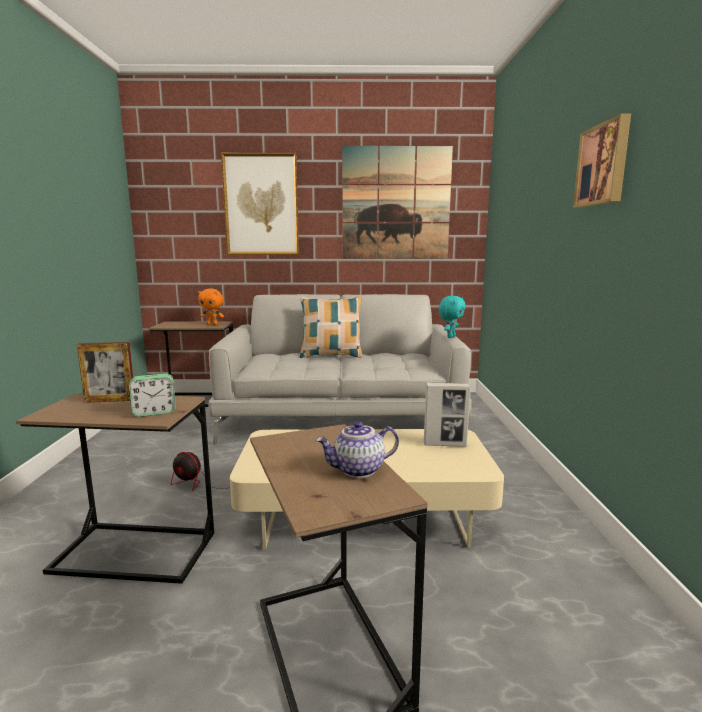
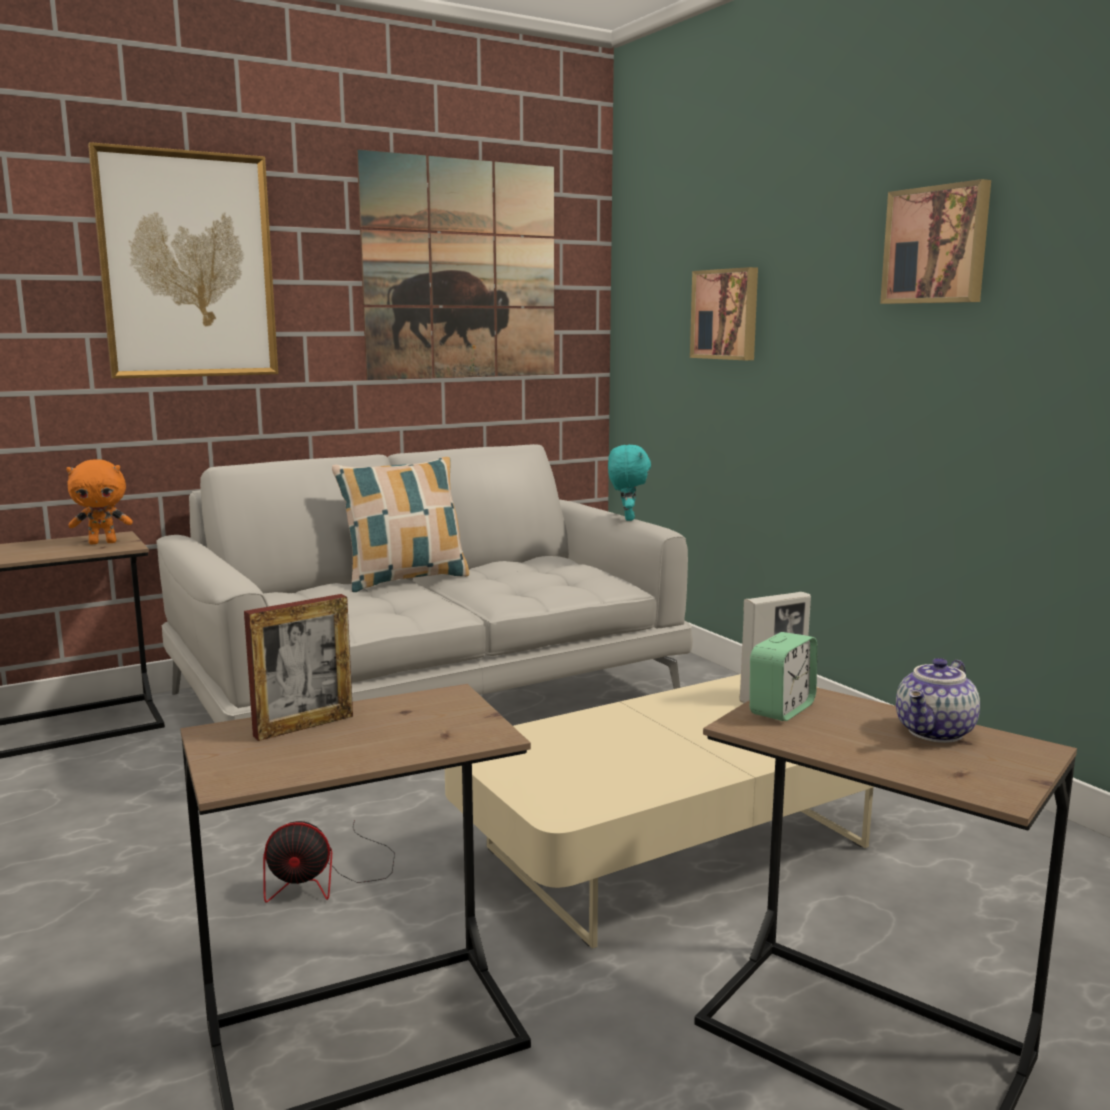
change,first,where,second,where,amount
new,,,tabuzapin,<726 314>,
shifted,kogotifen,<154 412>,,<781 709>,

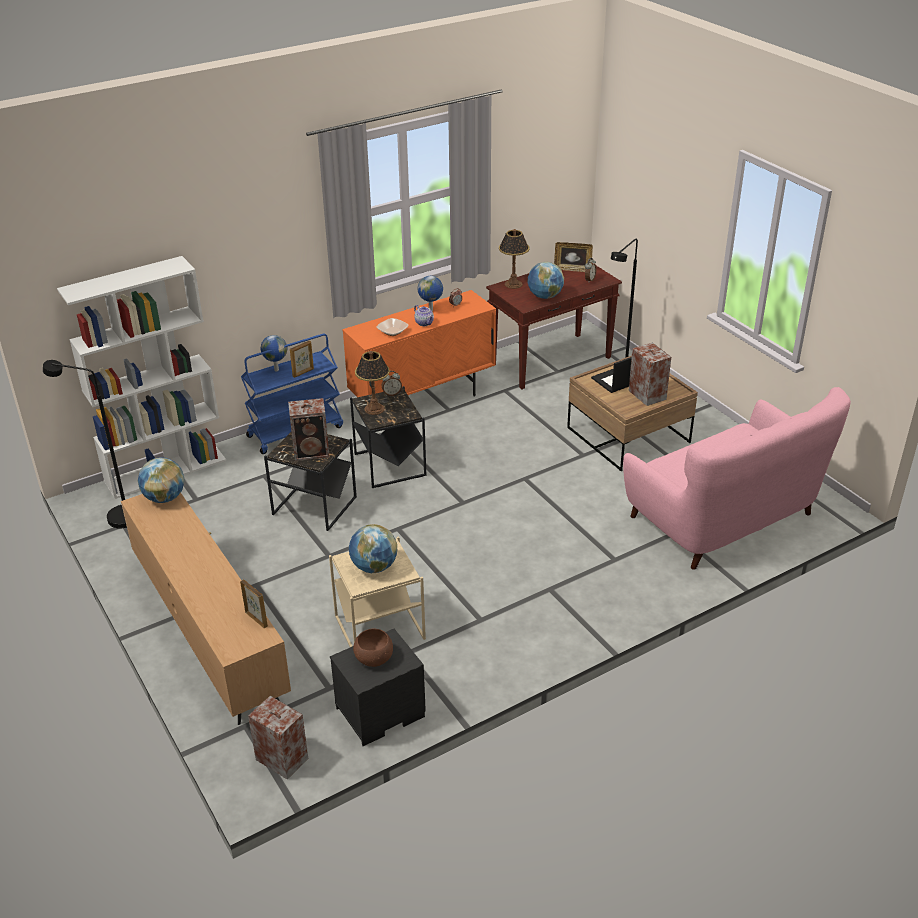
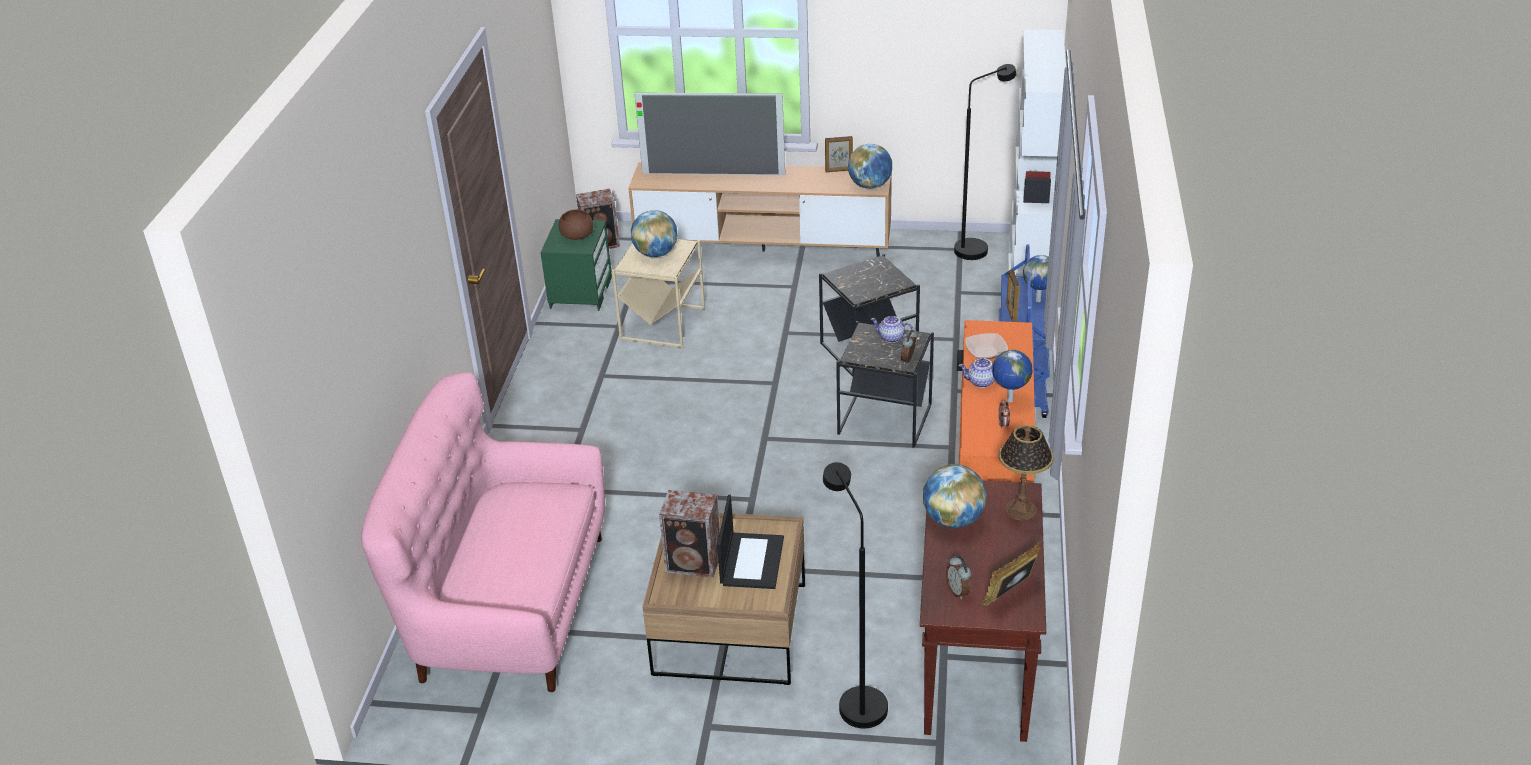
change,first,where,second,where,amount
gone,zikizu,<312 451>,,,
new,,,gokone,<713 174>,
shifted,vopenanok,<256 619>,,<839 170>,
swapped,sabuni,<374 409>,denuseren,<891 338>,
repainted,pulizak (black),<380 714>,pulizak (green),<580 292>,

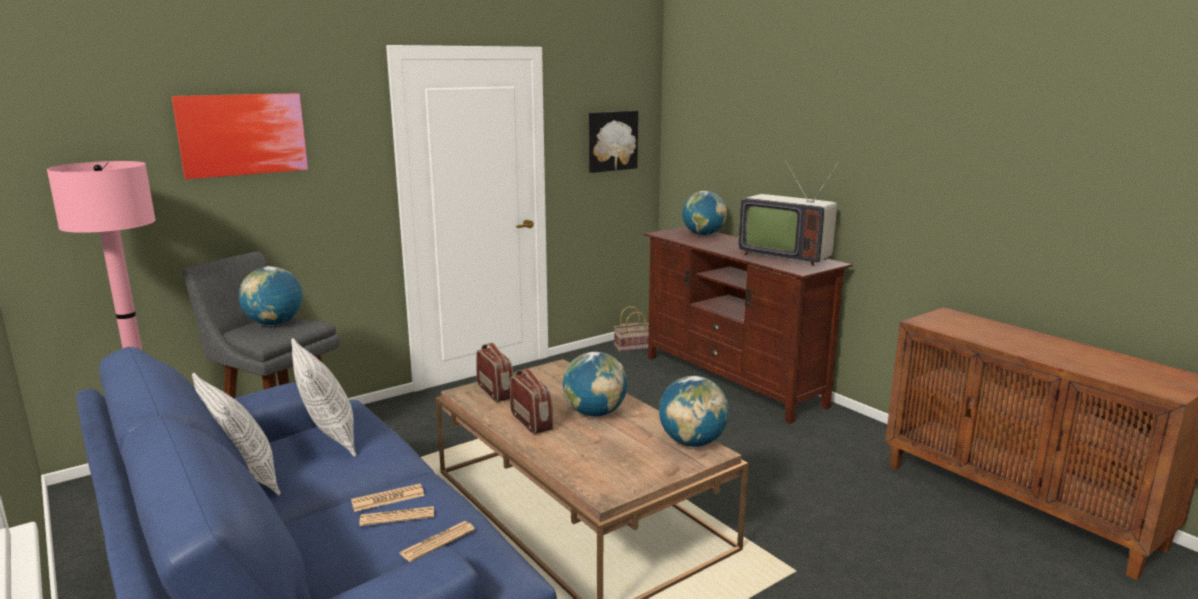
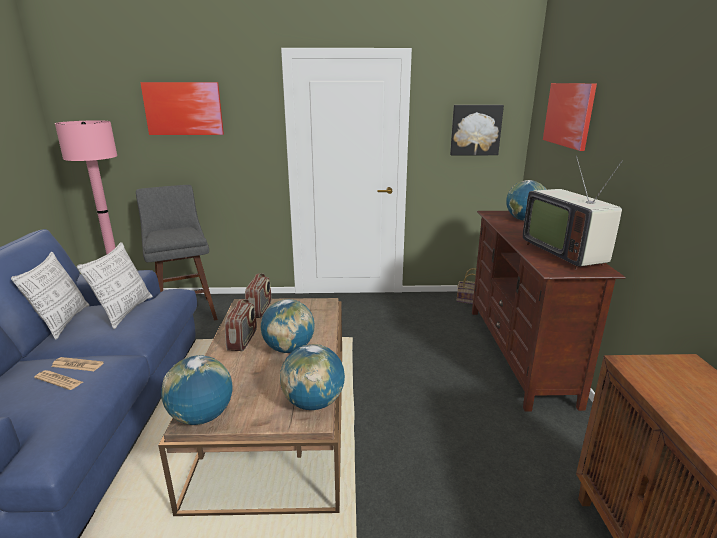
change,first,where,second,where,amount
gone,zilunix,<437 542>,,,
new,,,tabuzapin,<569 114>,
shifted,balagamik,<274 324>,,<202 417>,

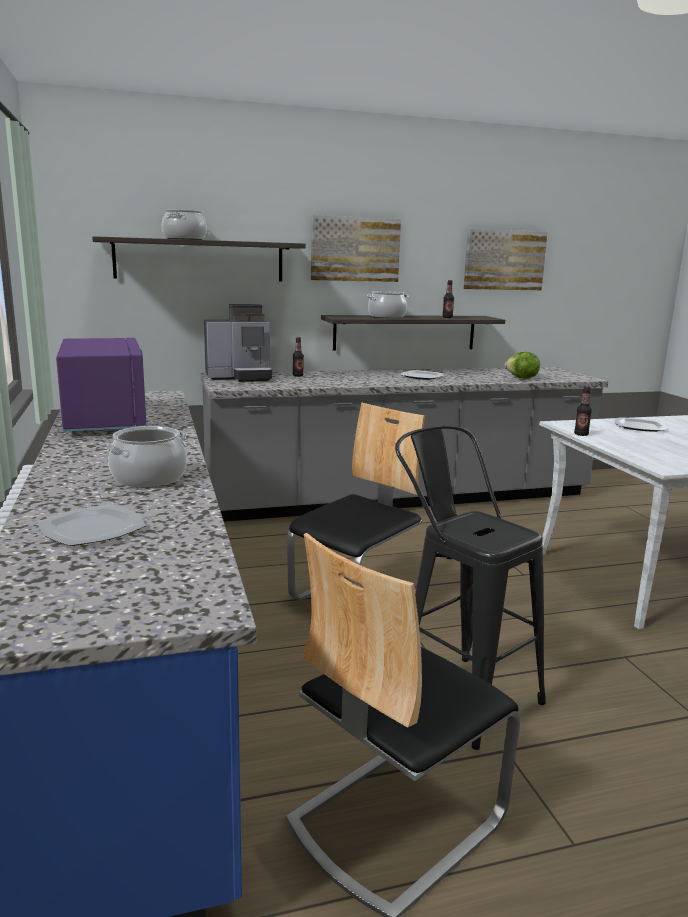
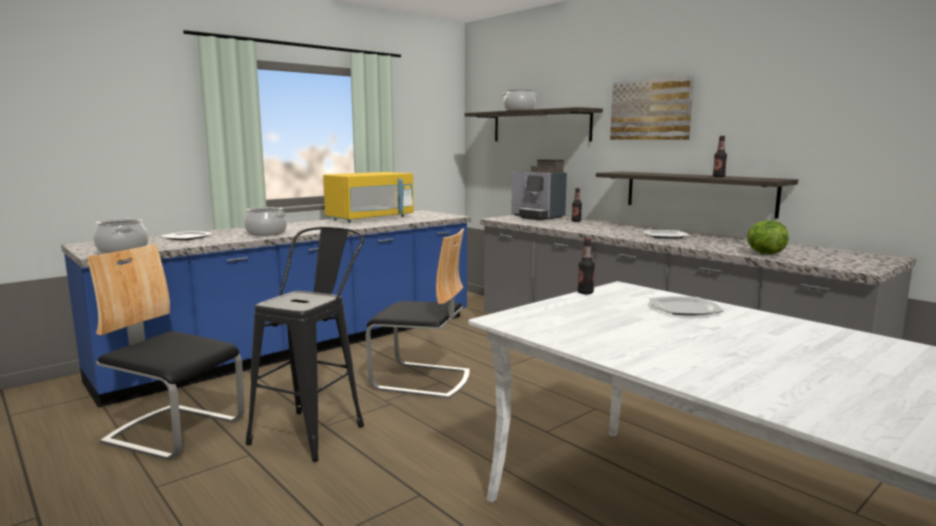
change,first,where,second,where,amount
gone,tabuzapin,<504 260>,,,
shifted,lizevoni,<387 316>,,<123 250>,
repainted,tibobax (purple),<105 420>,tibobax (yellow),<370 219>,

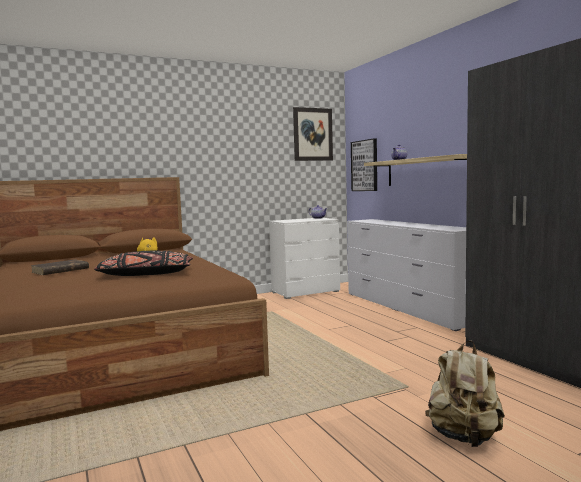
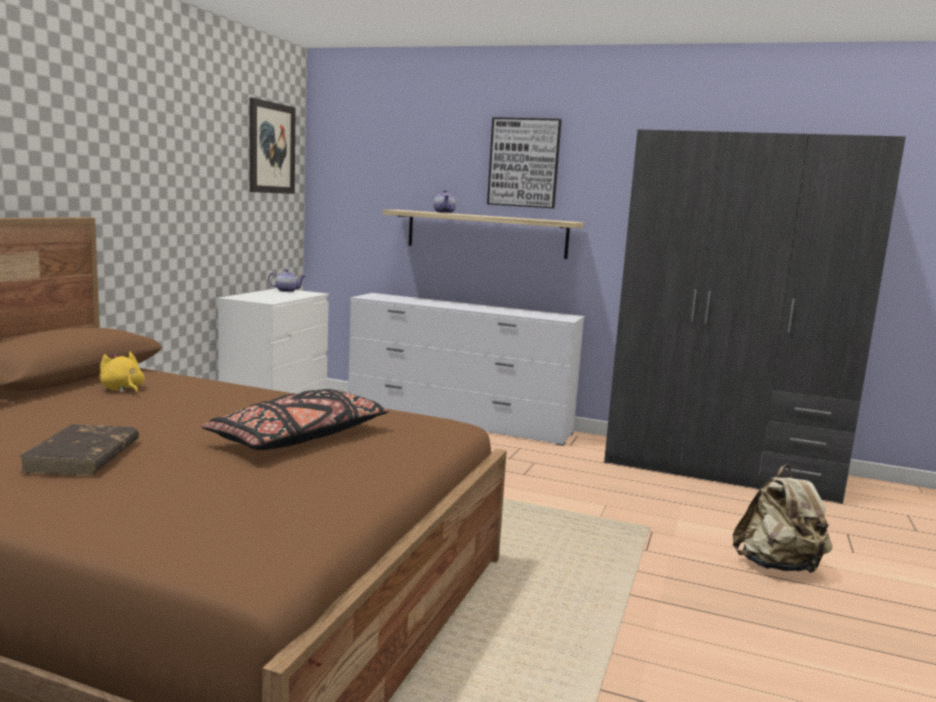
change,first,where,second,where,amount
shifted,tabuzapin,<365 165>,,<524 163>,

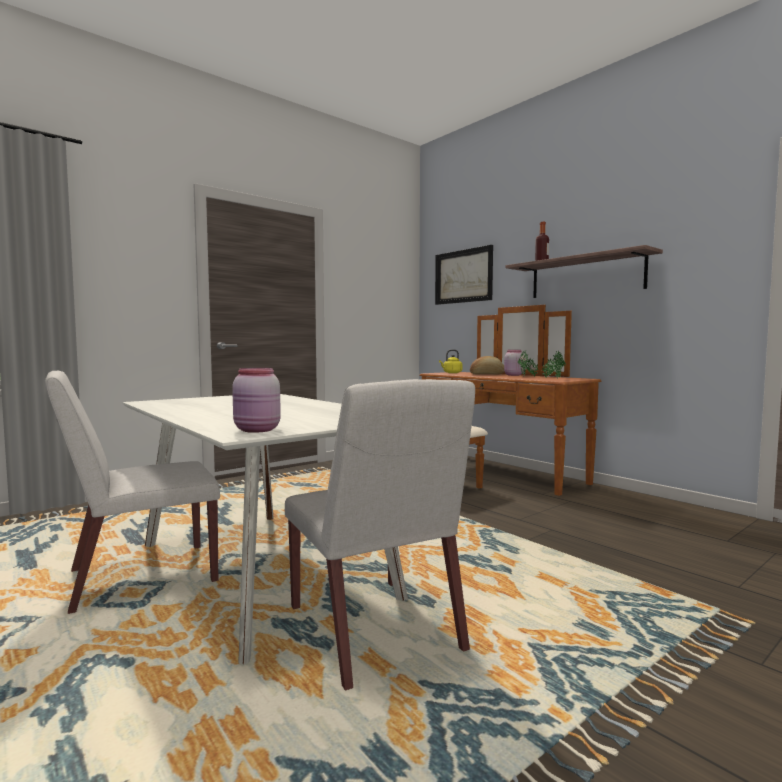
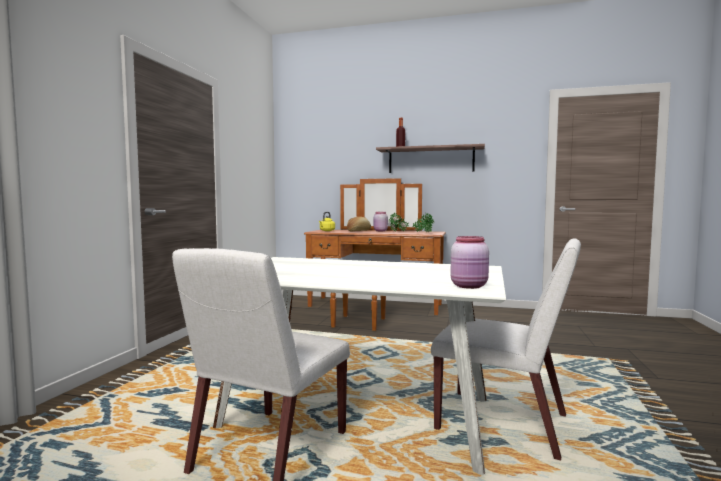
change,first,where,second,where,amount
gone,tabuzapin,<463 276>,,,

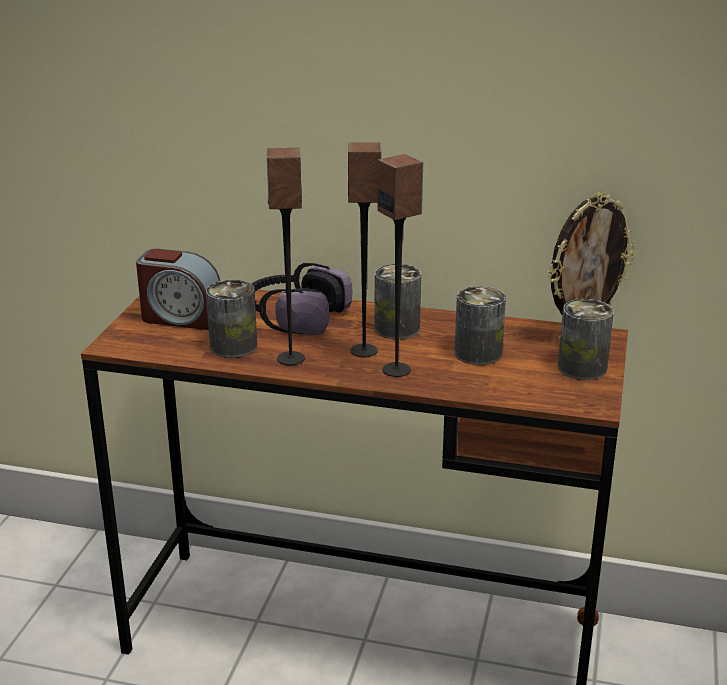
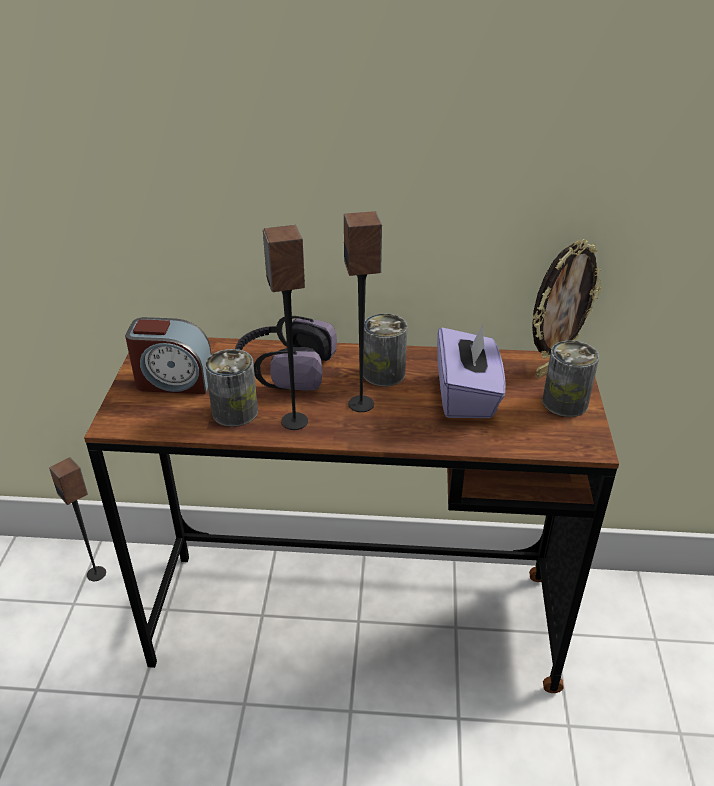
change,first,where,second,where,amount
shifted,zikizu,<397 370>,,<97 573>,
swapped,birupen,<478 353>,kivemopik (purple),<466 395>,

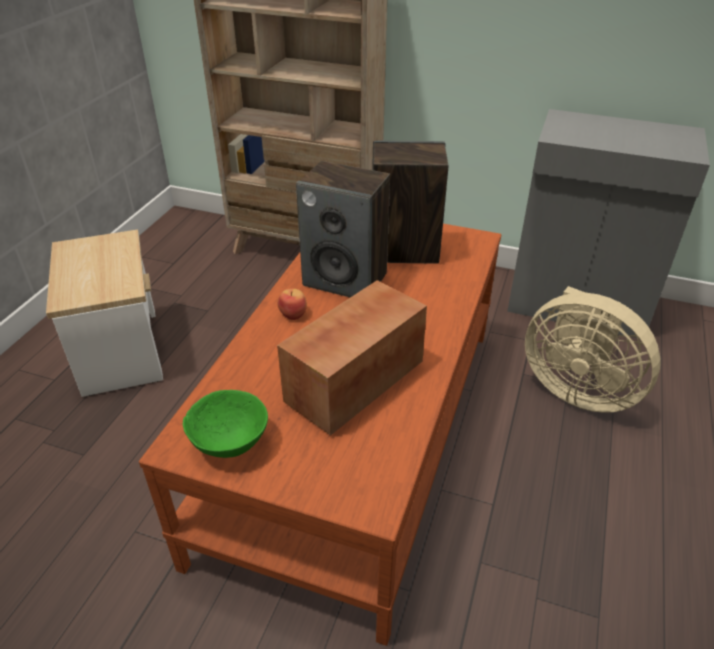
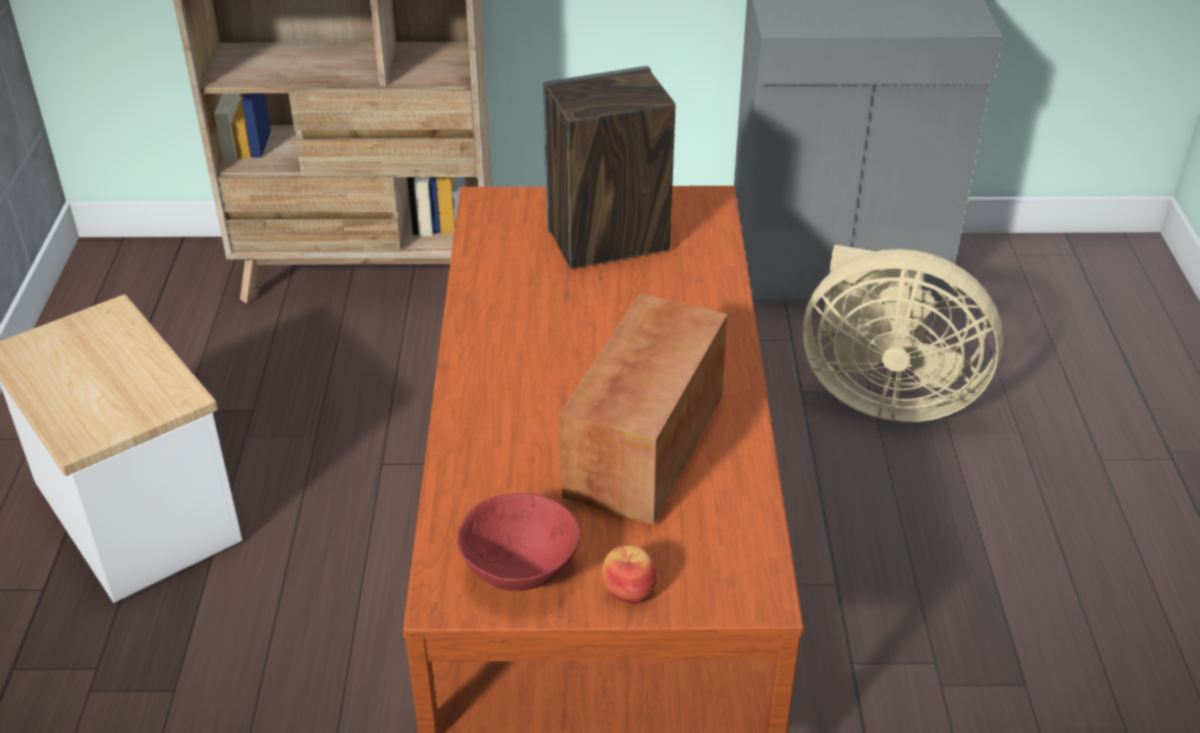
change,first,where,second,where,amount
gone,zikizu,<346 279>,,,
shifted,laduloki,<293 314>,,<629 590>,
repainted,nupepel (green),<231 442>,nupepel (red),<521 570>,

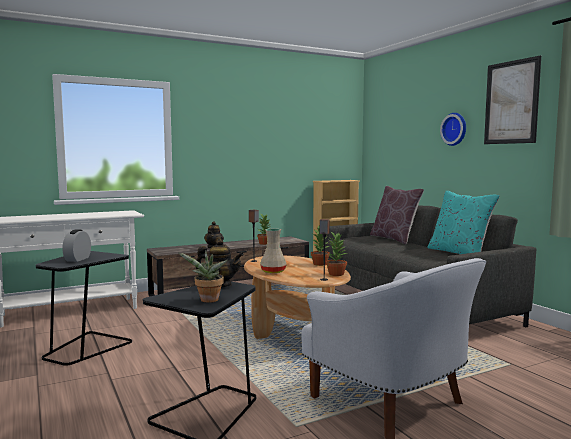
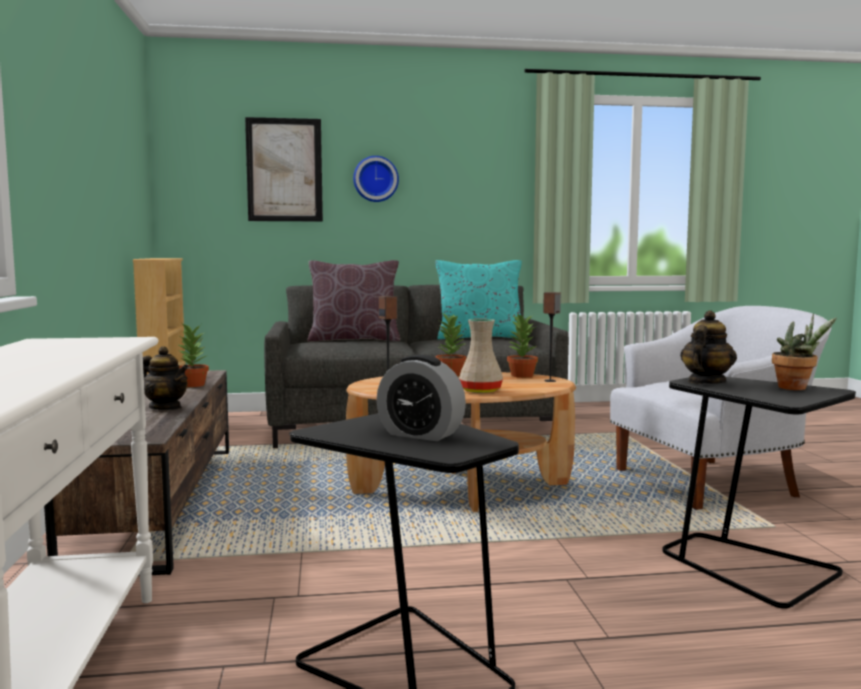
change,first,where,second,where,amount
shifted,tabuzapin,<511 102>,,<284 170>,

